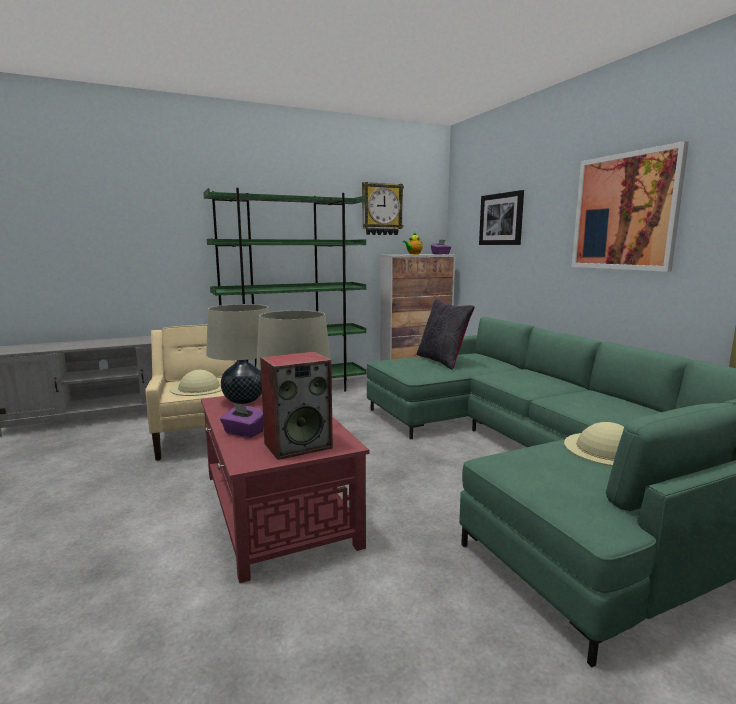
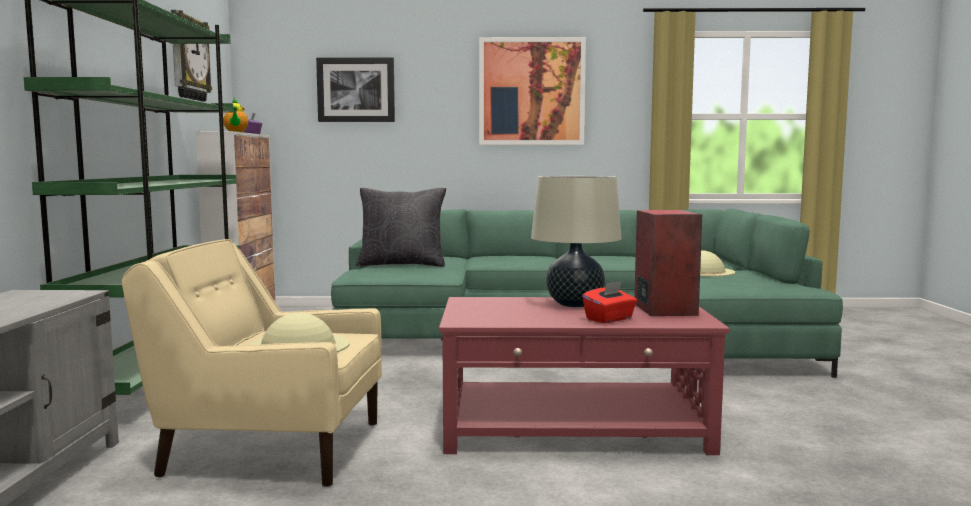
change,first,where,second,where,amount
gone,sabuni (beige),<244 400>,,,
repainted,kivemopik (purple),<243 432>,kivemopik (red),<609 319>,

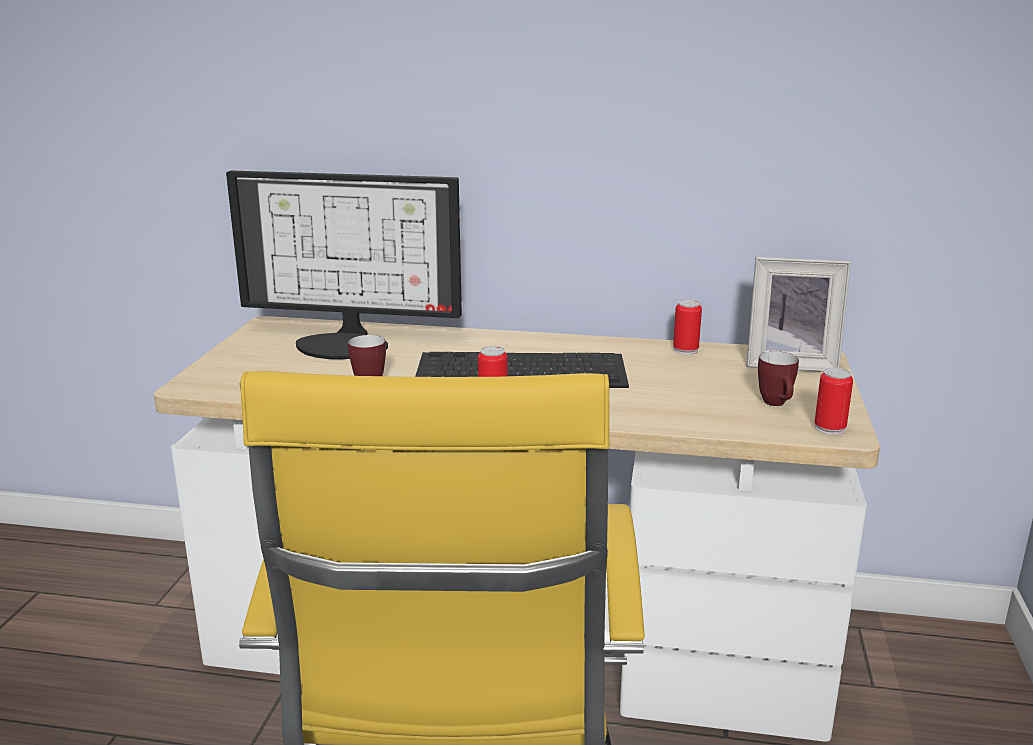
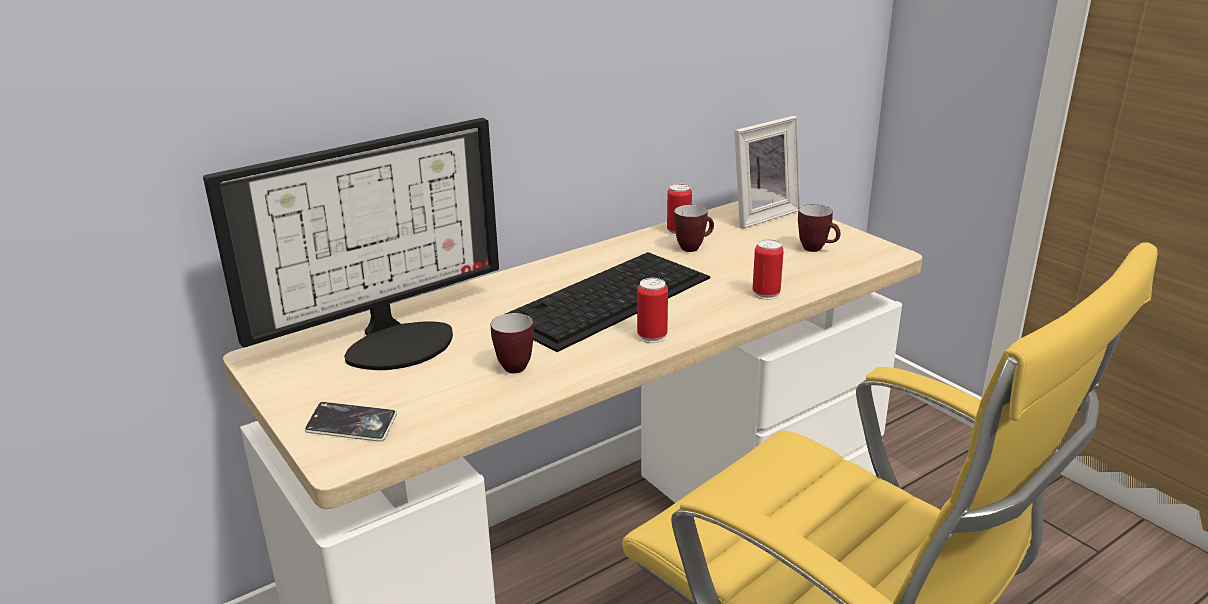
change,first,where,second,where,amount
new,,,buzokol,<351 426>,
new,,,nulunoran,<693 247>,
shifted,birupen,<829 428>,,<766 293>,

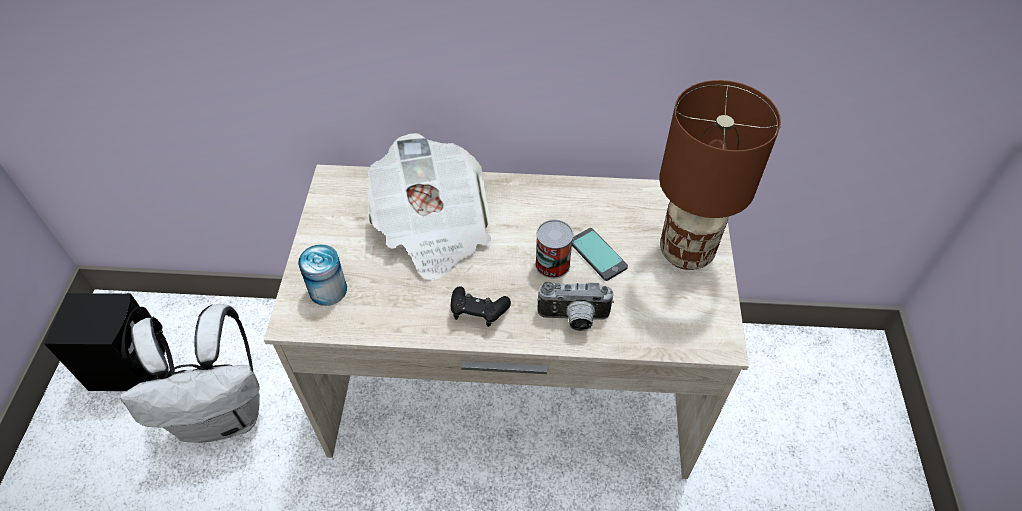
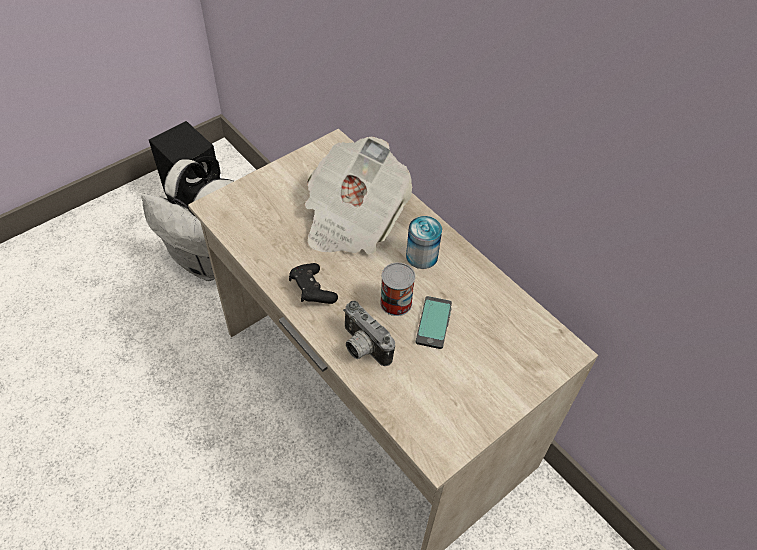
change,first,where,second,where,amount
gone,sabuni (brown),<686 253>,,,
shifted,birupen,<328 290>,,<422 256>,

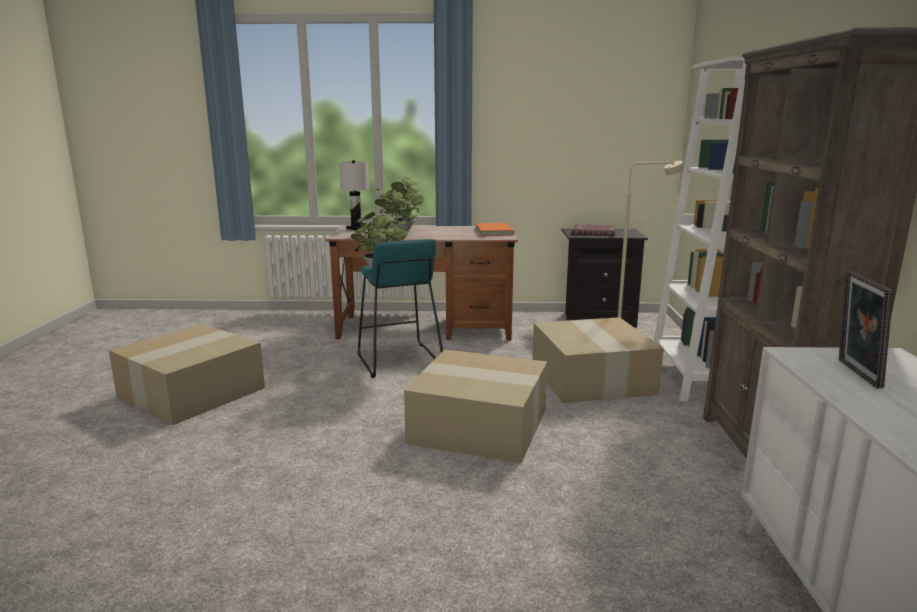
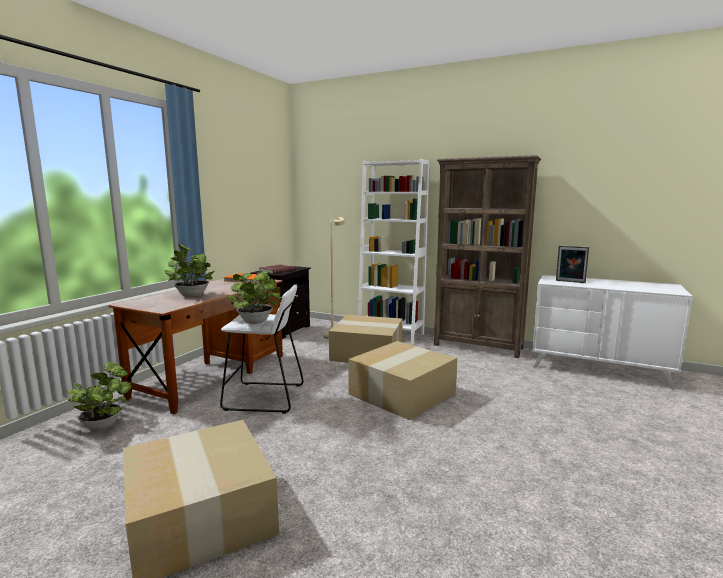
change,first,where,second,where,amount
gone,sabuni (white),<356 228>,,,
new,,,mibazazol,<104 424>,
repainted,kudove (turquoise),<398 360>,kudove (white),<264 397>,

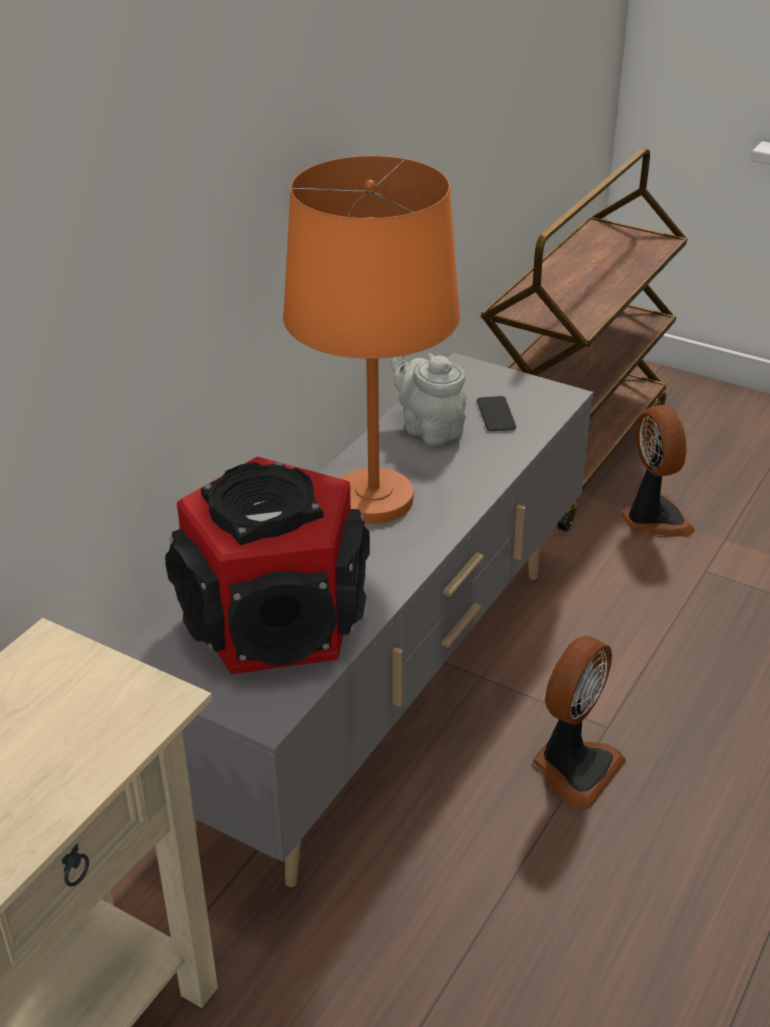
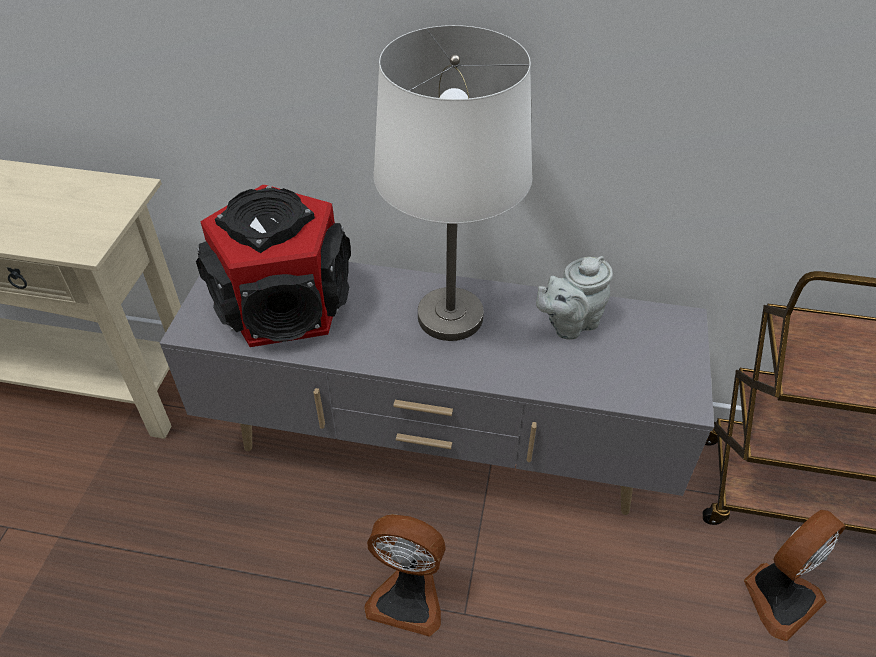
change,first,where,second,where,amount
gone,buzokol,<496 415>,,,
repainted,sabuni (orange),<374 499>,sabuni (white),<451 317>,
rotated,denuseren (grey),<429 429>,,<569 323>,150 degrees counterclockwise

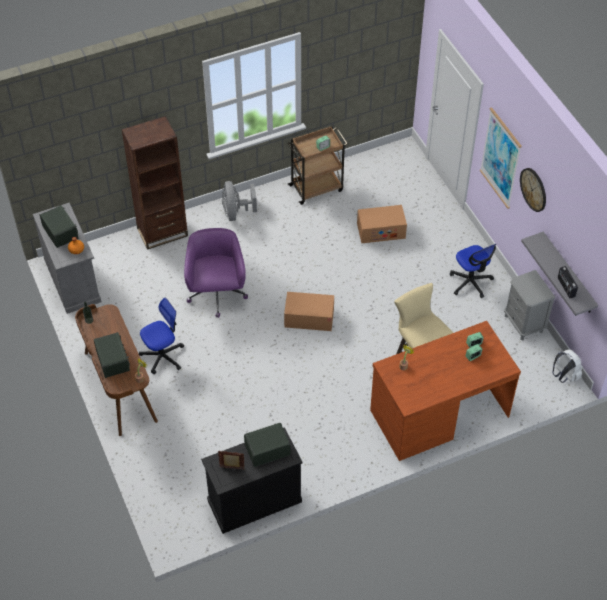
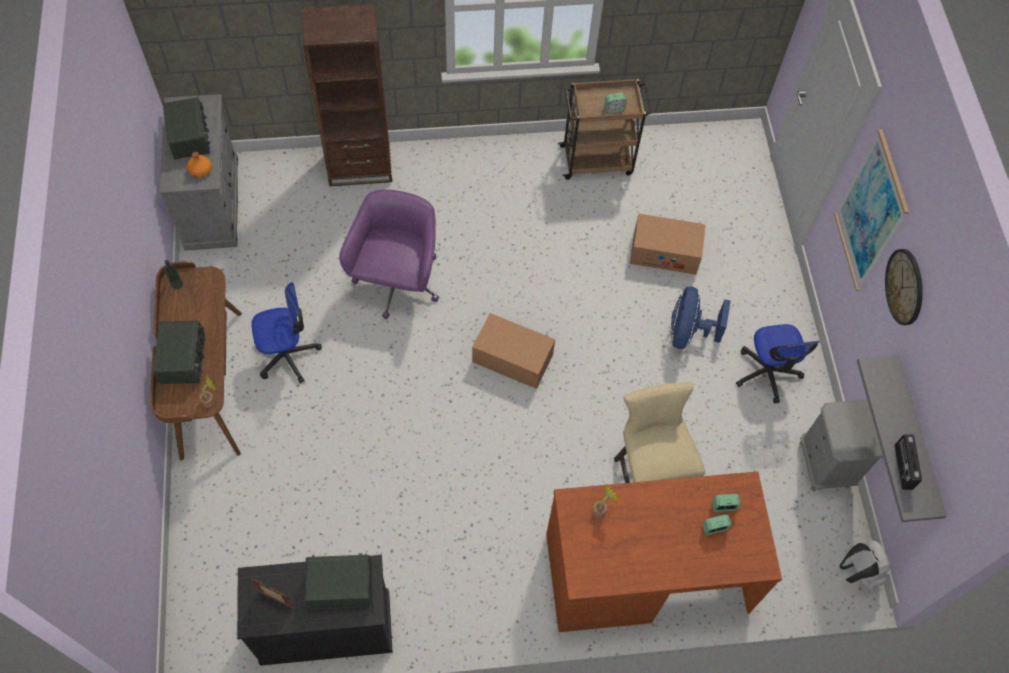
change,first,where,second,where,amount
gone,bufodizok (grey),<236 212>,,,
new,,,bufodizok (blue),<688 332>,

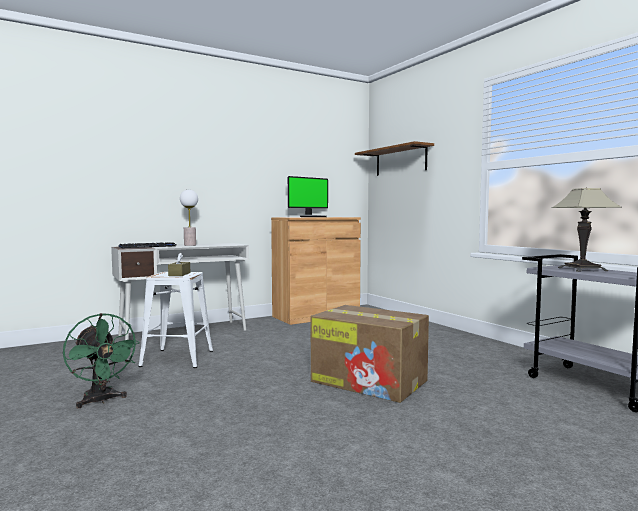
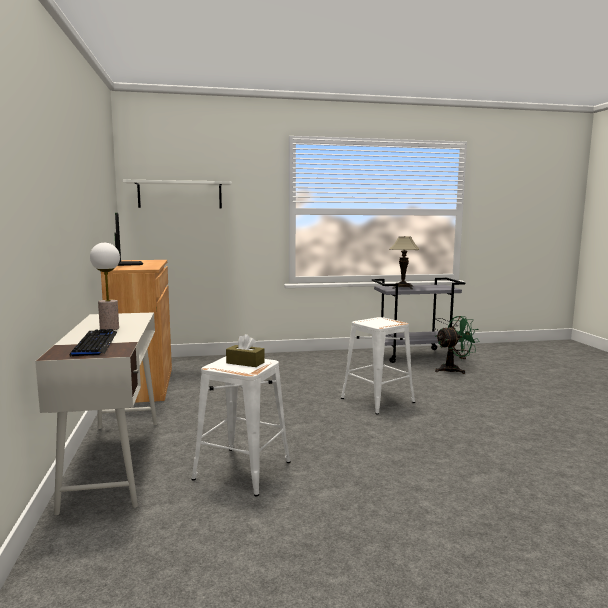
change,first,where,second,where,amount
shifted,bufodizok (green),<101 401>,,<454 369>,
swapped,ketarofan,<370 381>,kudove (white),<377 400>,
repainted,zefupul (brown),<400 161>,zefupul (white),<180 195>,

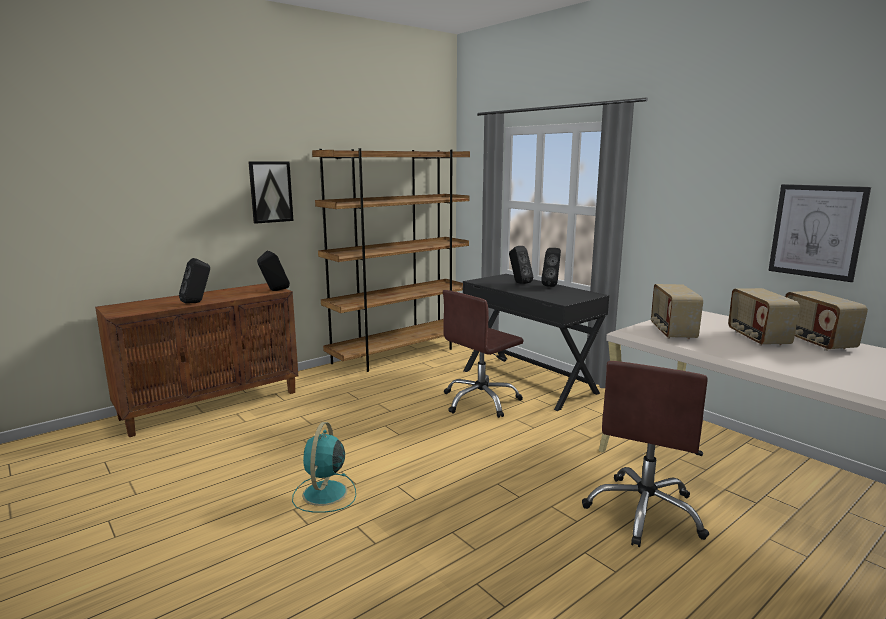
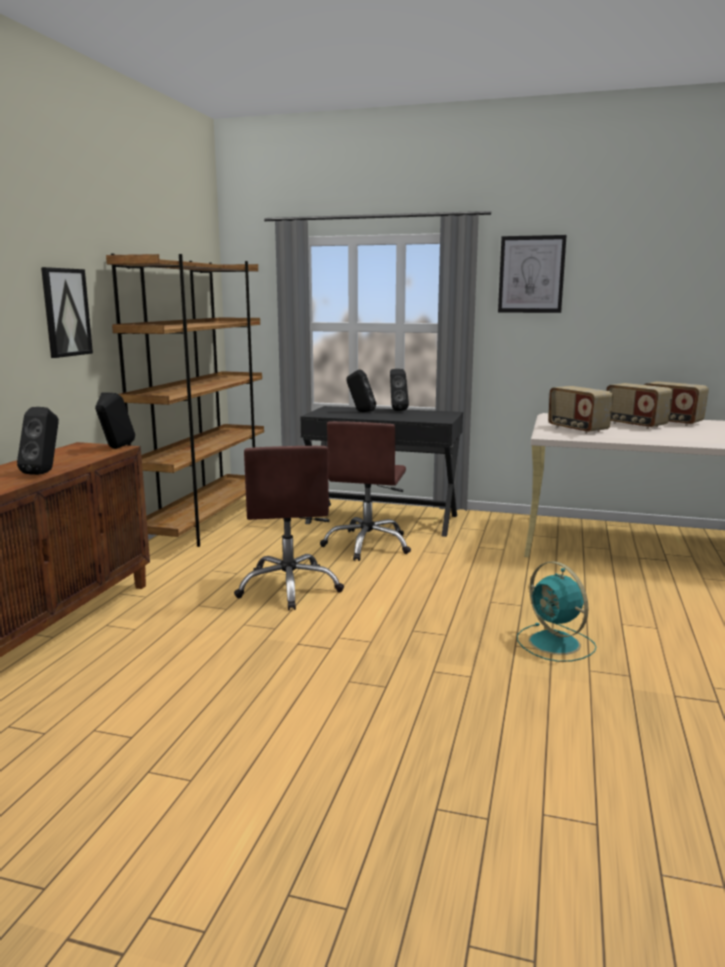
change,first,where,second,where,amount
shifted,bufodizok (turquoise),<324 494>,,<556 644>,
shifted,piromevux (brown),<645 512>,,<289 587>,
shifted,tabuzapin,<816 231>,,<531 274>,

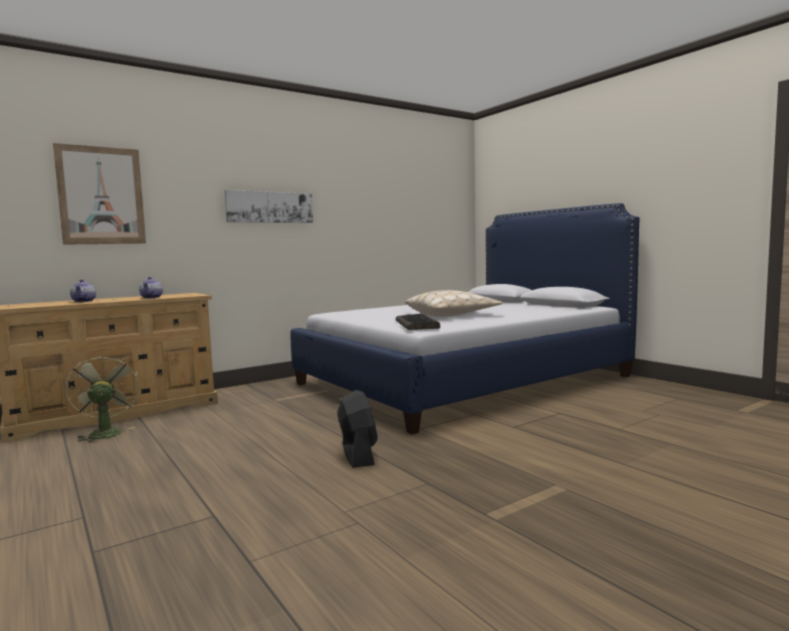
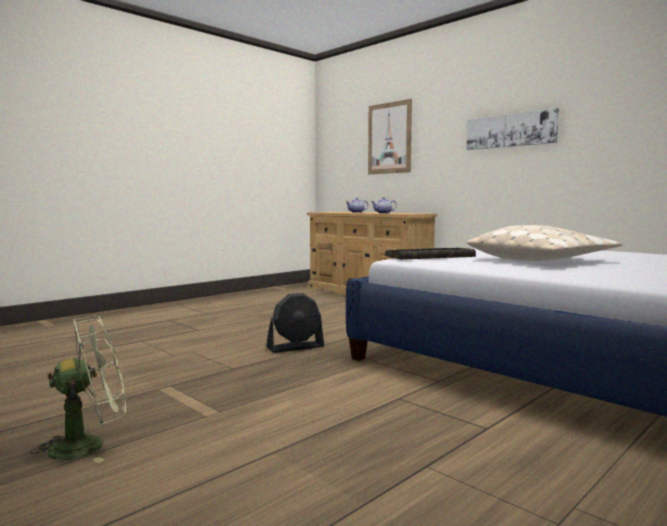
change,first,where,second,where,amount
shifted,bufodizok (green),<105 432>,,<89 445>,

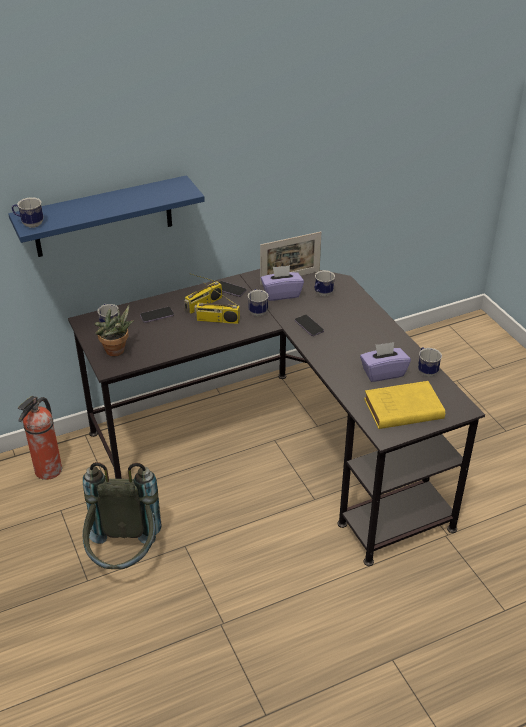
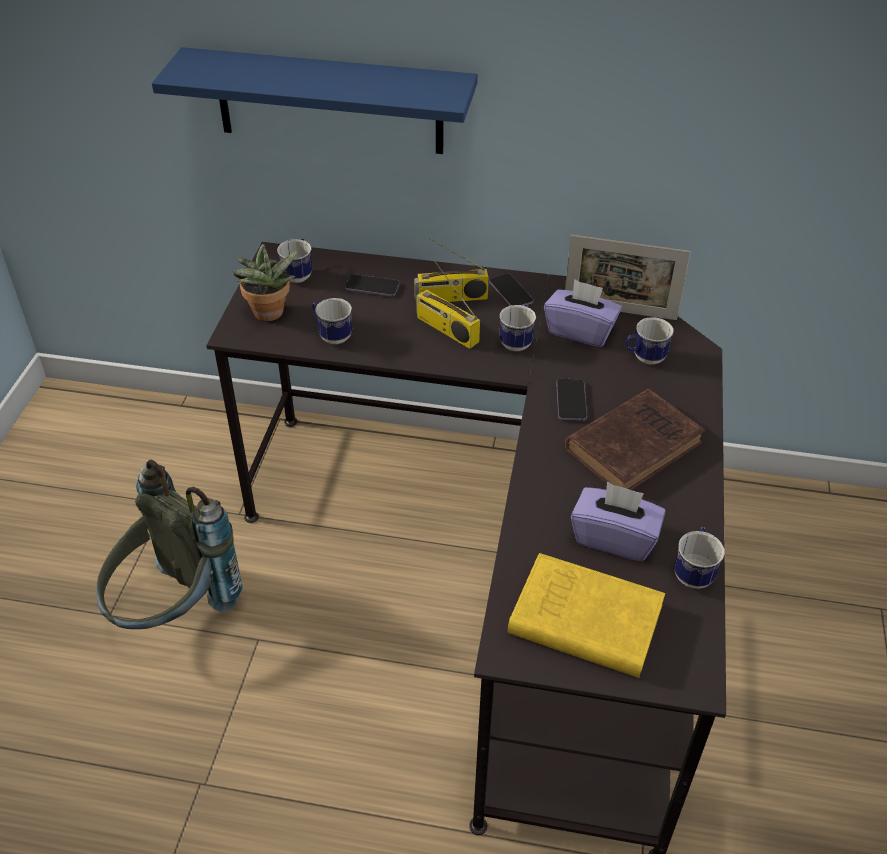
change,first,where,second,where,amount
gone,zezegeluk,<47 471>,,,
new,,,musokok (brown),<636 445>,
shifted,nulunoran,<29 224>,,<332 335>,

